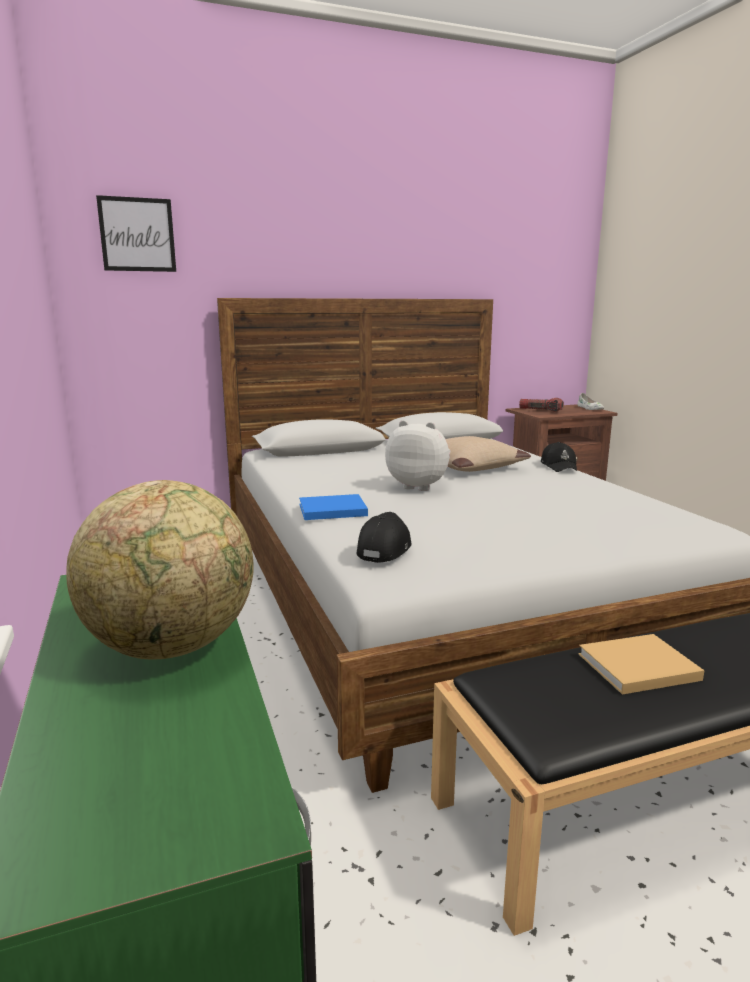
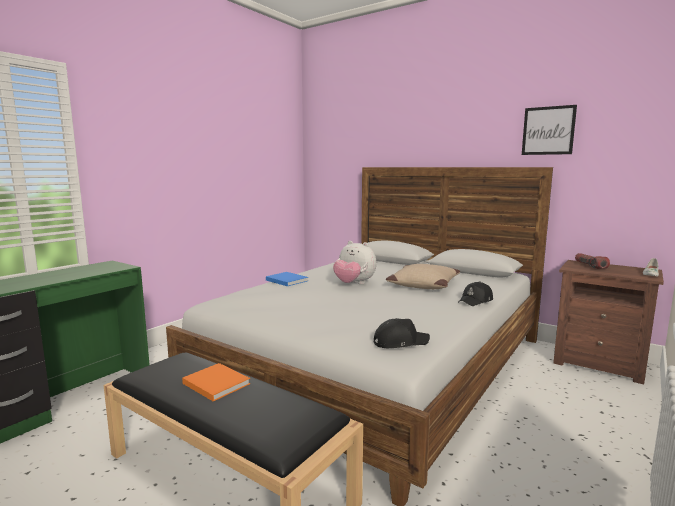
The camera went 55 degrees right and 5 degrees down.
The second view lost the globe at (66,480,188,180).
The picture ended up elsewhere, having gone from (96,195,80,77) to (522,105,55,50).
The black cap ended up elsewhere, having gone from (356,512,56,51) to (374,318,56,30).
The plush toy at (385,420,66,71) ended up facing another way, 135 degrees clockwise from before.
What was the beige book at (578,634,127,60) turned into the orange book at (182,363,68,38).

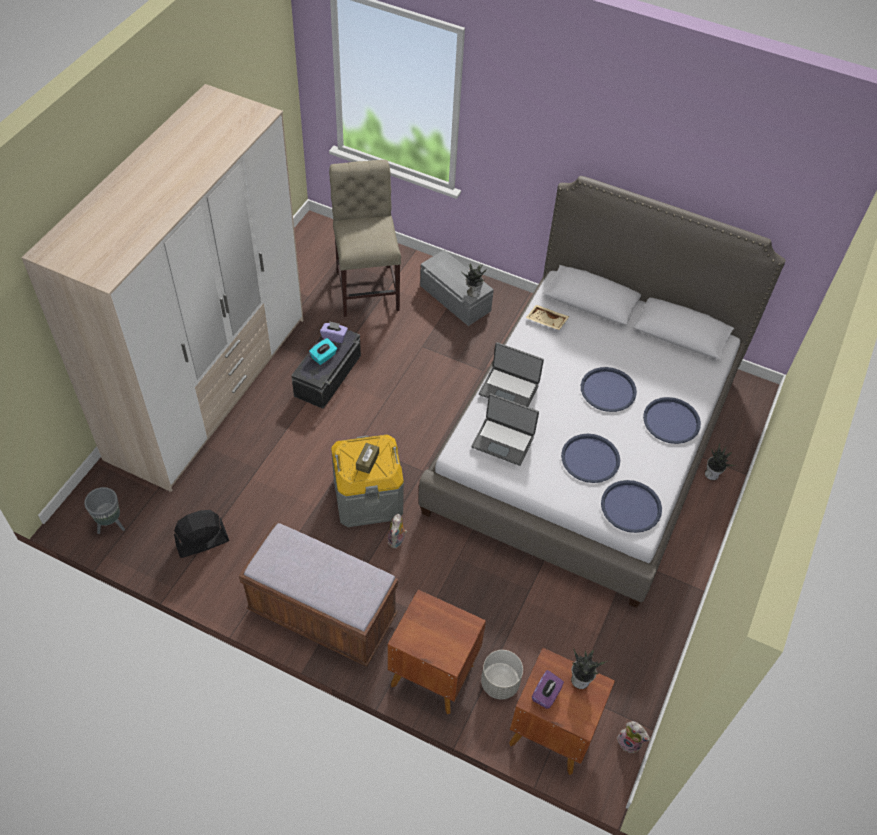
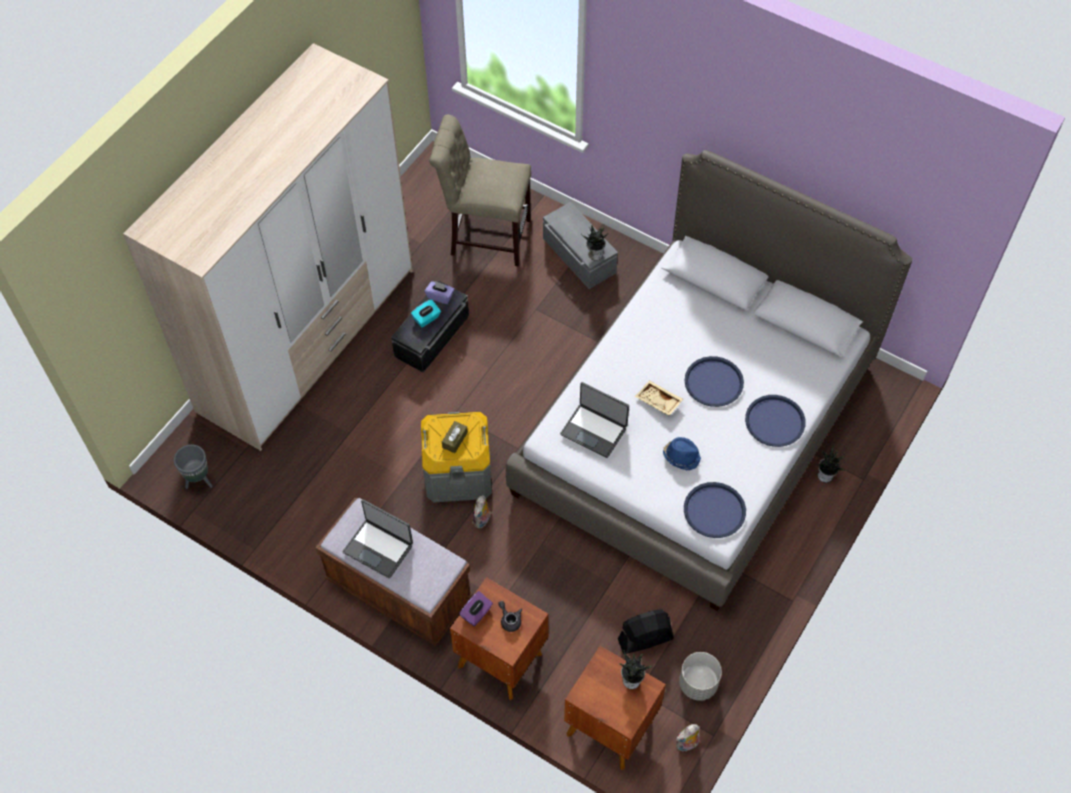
The camera went 10 degrees right and 5 degrees up.
The black fan ended up elsewhere, having gone from (174,510,55,48) to (618,609,56,45).
The beige chair at (329,160,72,157) ended up facing another way, 75 degrees counterclockwise from before.
The laptop ended up elsewhere, having gone from (479,342,65,65) to (343,499,70,79).
The grey planter ended up elsewhere, having gone from (481,650,42,50) to (679,652,43,49).
The beige tray ended up elsewhere, having gone from (526,305,43,25) to (635,381,48,35).
The purple tissue box ended up elsewhere, having gone from (532,670,32,39) to (459,591,34,35).
Where the blue tray stood at (561,434,59,49), the blue hat came to stand at (663,437,38,33).
The plush toy at (617,721,33,33) ended up facing another way, 105 degrees clockwise from before.
The second view gained the grey teapot at (498,601,24,31).

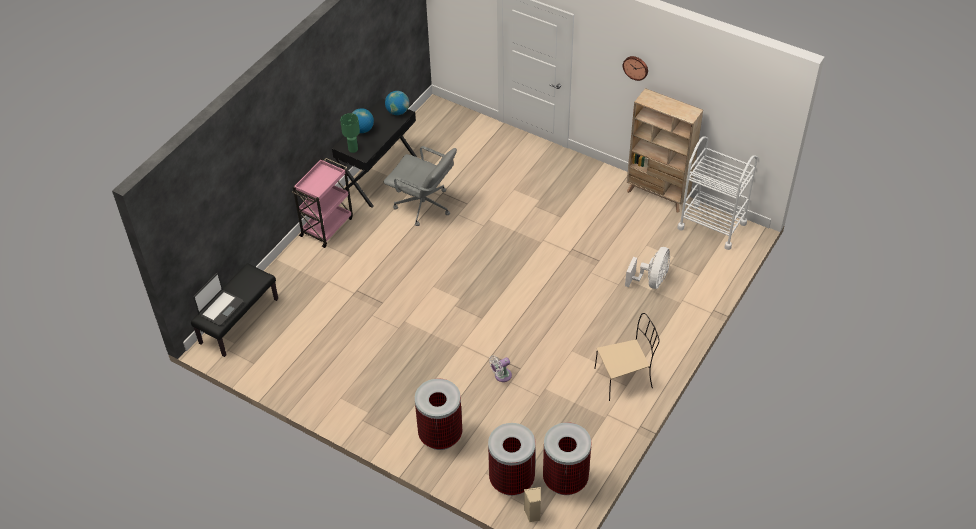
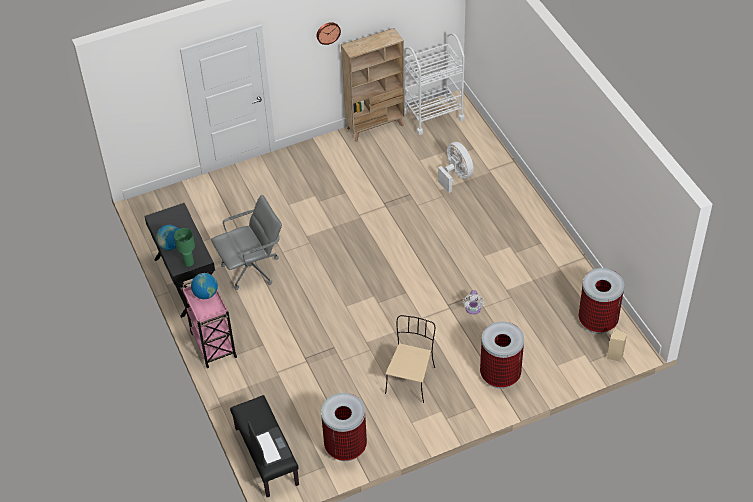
The camera went 55 degrees left and 0 degrees up.
The globe ended up elsewhere, having gone from (385,91,24,24) to (191,273,27,26).
The trash can ended up elsewhere, having gone from (488,423,48,73) to (321,393,46,68).
The beige chair ended up elsewhere, having gone from (594,313,66,88) to (385,315,50,88).

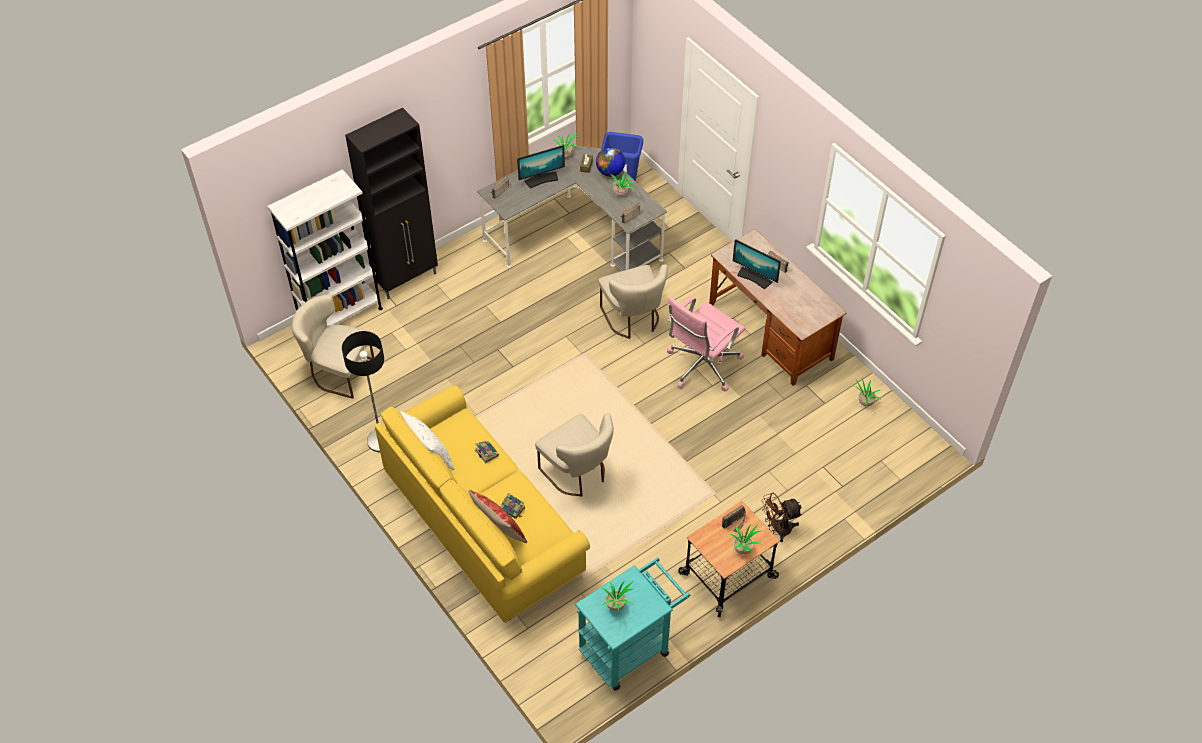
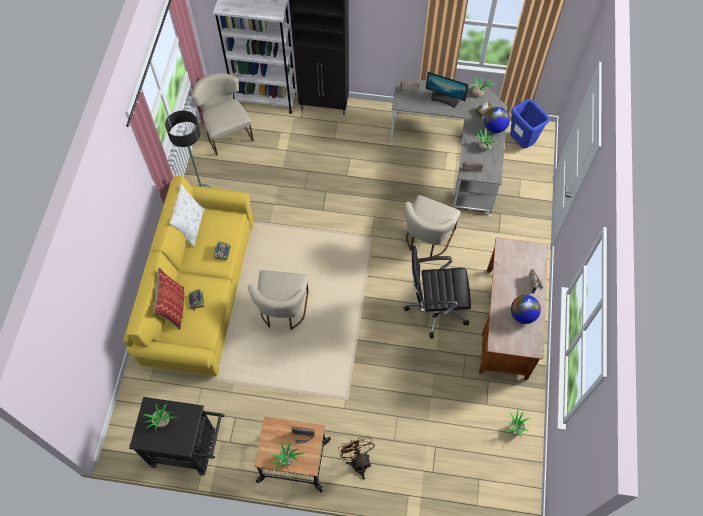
The camera went 45 degrees right and 10 degrees up.
What was the turquoise cart at (575,558,115,133) turned into the black cart at (129,397,95,79).
What was the pink office chair at (667,296,78,96) turned into the black office chair at (404,245,67,93).
The second view lost the monitor at (733,239,48,50).
The brown fan at (761,493,41,49) ended up facing another way, 45 degrees clockwise from before.
The second view gained the globe at (511,295,30,29).

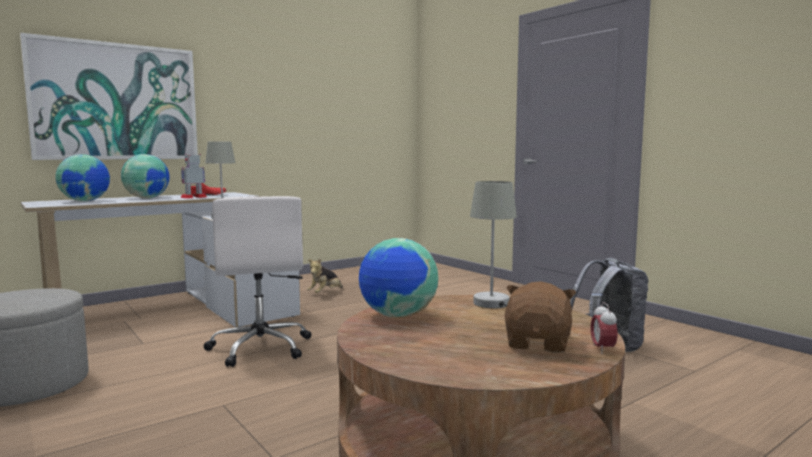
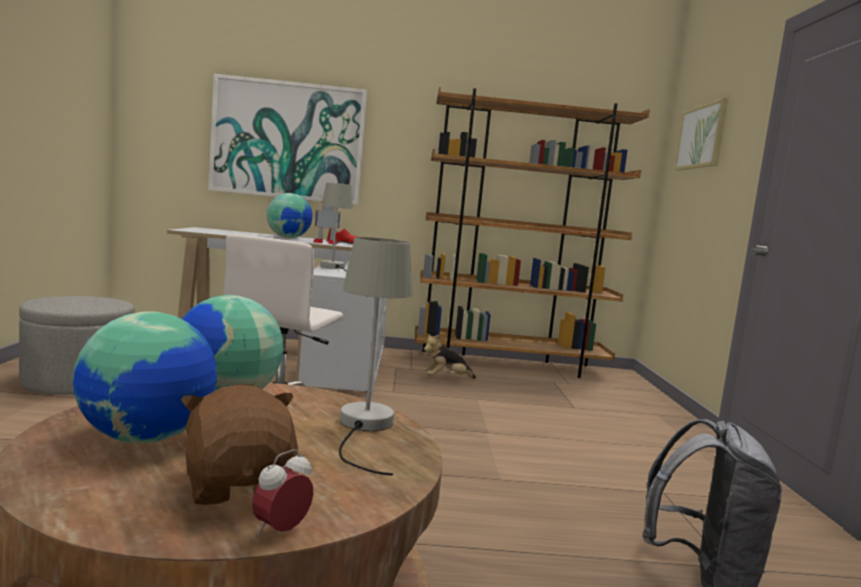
The camera went 35 degrees right and 0 degrees up.
The globe ended up elsewhere, having gone from (55,154,55,47) to (73,311,144,133).
The brown plush toy at (505,281,71,72) ended up facing another way, 75 degrees counterclockwise from before.
The second view gained the brown bookcase at (415,87,235,291).
The second view gained the picture at (674,98,54,73).

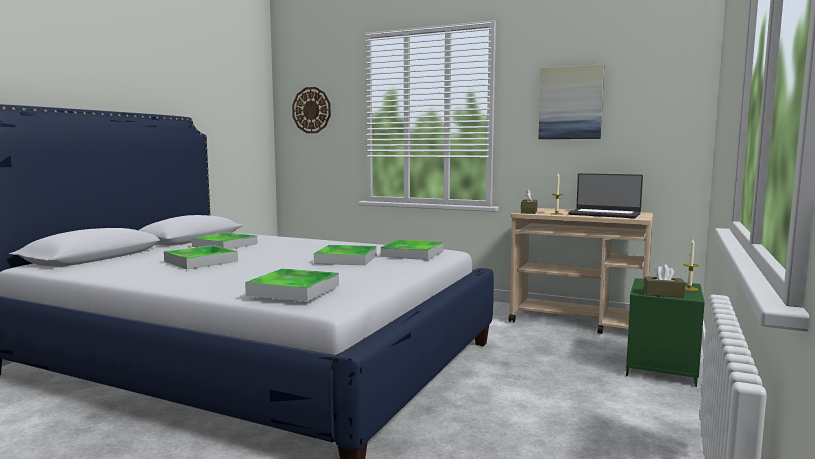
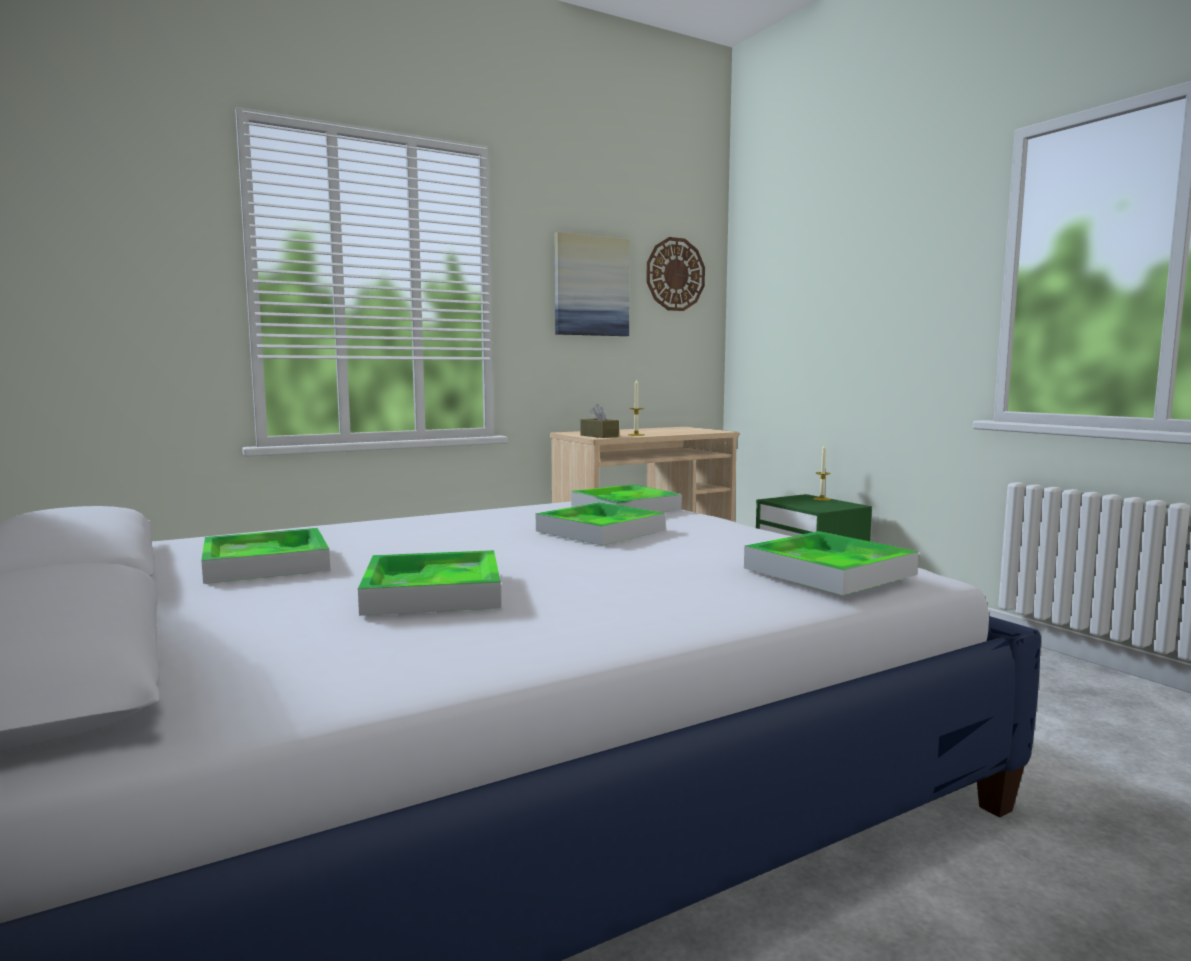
The camera went 55 degrees left and 0 degrees up.
The wall clock ended up elsewhere, having gone from (292,87,39,46) to (647,237,58,74).
The second view lost the laptop at (568,173,75,45).
The second view lost the brown tissue box at (644,265,41,33).

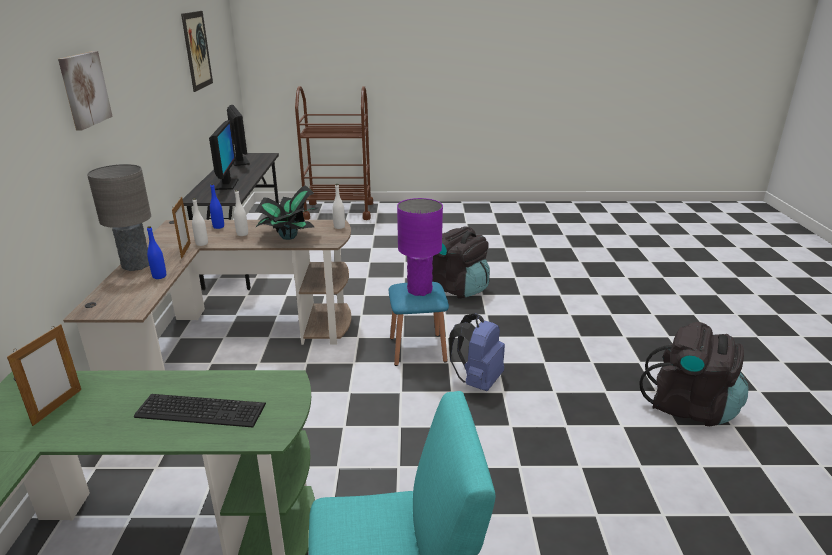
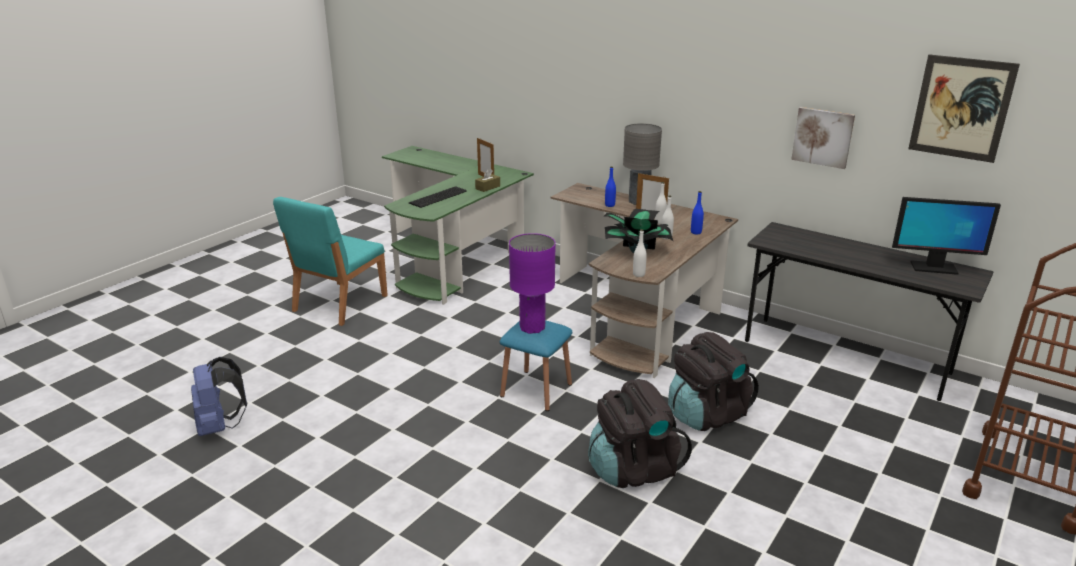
The camera went 125 degrees right and 0 degrees up.
The picture ended up elsewhere, having gone from (58,51,55,79) to (791,107,64,62).
The second view lost the monitor at (209,120,30,70).
The blue backpack ended up elsewhere, having gone from (449,313,56,78) to (191,357,56,79).
The black backpack ended up elsewhere, having gone from (639,322,110,104) to (668,332,91,99).
The second view gained the brown tissue box at (475,169,25,23).

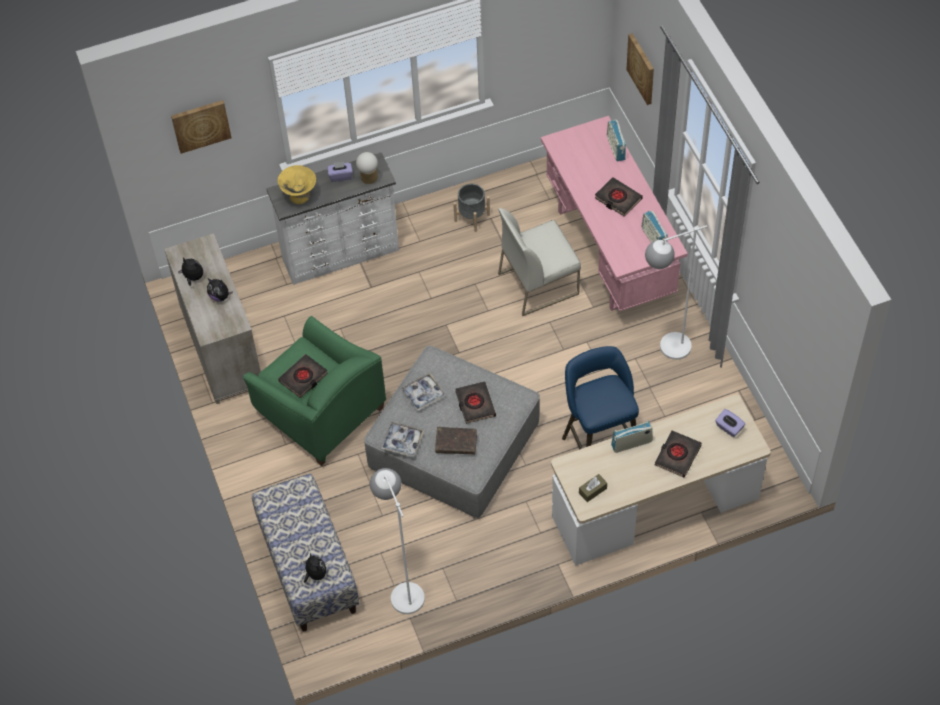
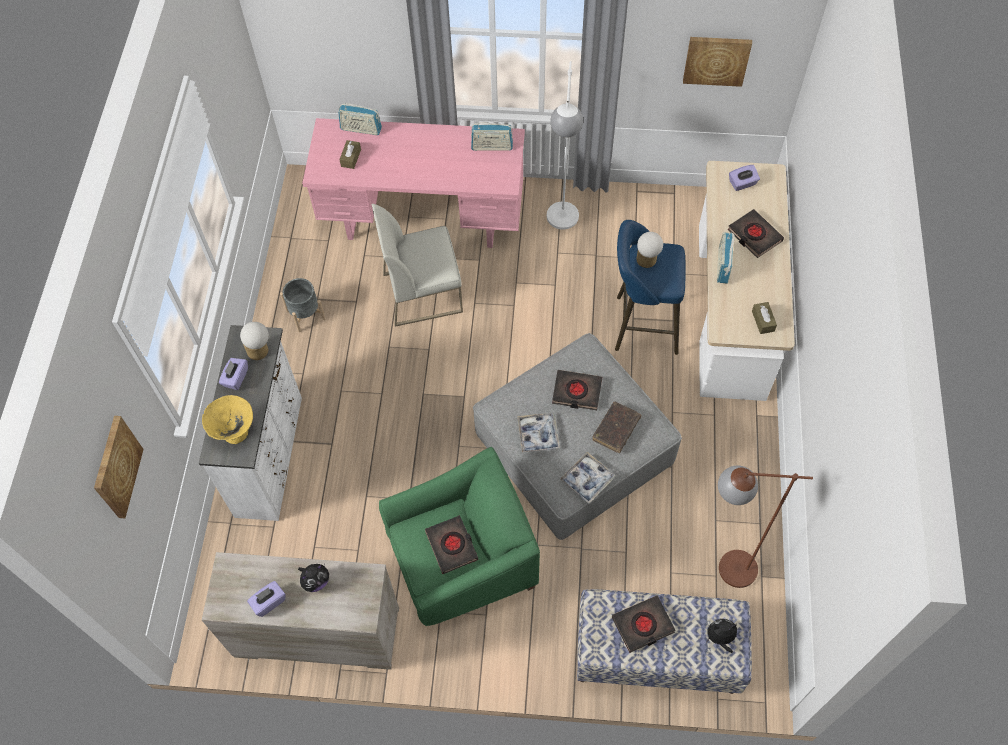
The camera went 65 degrees left and 5 degrees up.
Where the plush toy stood at (178,257,25,29), the purple tissue box came to stand at (247,581,38,36).
What was the white floor lamp at (370,468,55,146) turned into the brown floor lamp at (718,465,95,123).
The white chair at (498,208,83,108) ended up facing another way, 75 degrees clockwise from before.
The black book ended up elsewhere, having gone from (595,177,48,40) to (612,595,64,58).
The picture ended up elsewhere, having gone from (627,33,27,72) to (683,37,69,50).
The second view gained the brown tissue box at (339,140,22,29).
The second view gained the table lamp at (636,232,27,36).

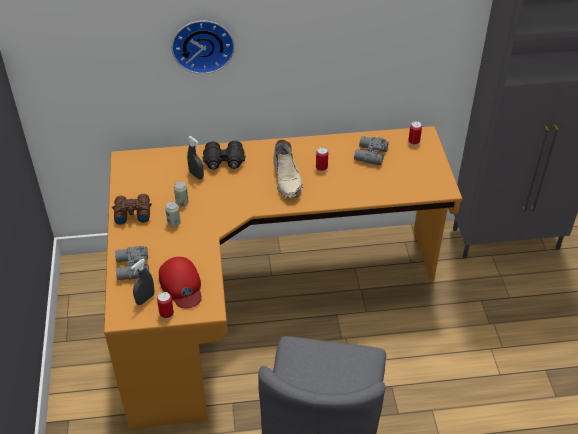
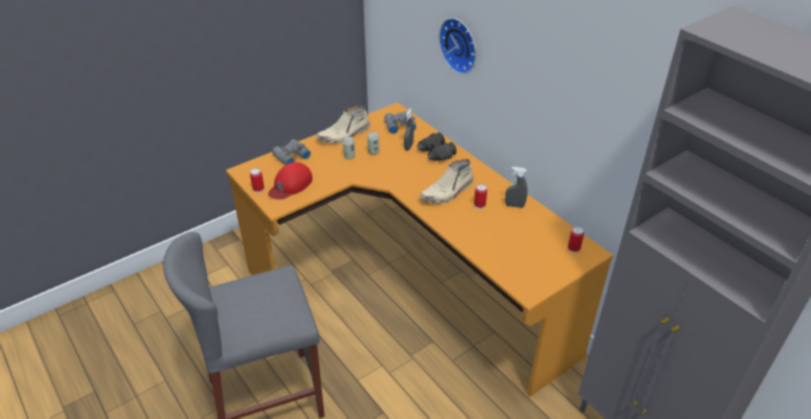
The camera went 60 degrees right and 5 degrees down.
Where the brown binoculars stood at (112,194,40,31), the beige boot came to stand at (316,106,54,38).
The grey spray bottle ended up elsewhere, having gone from (131,259,23,46) to (505,167,23,41).
The grey binoculars ended up elsewhere, having gone from (354,136,35,29) to (384,111,32,23).

